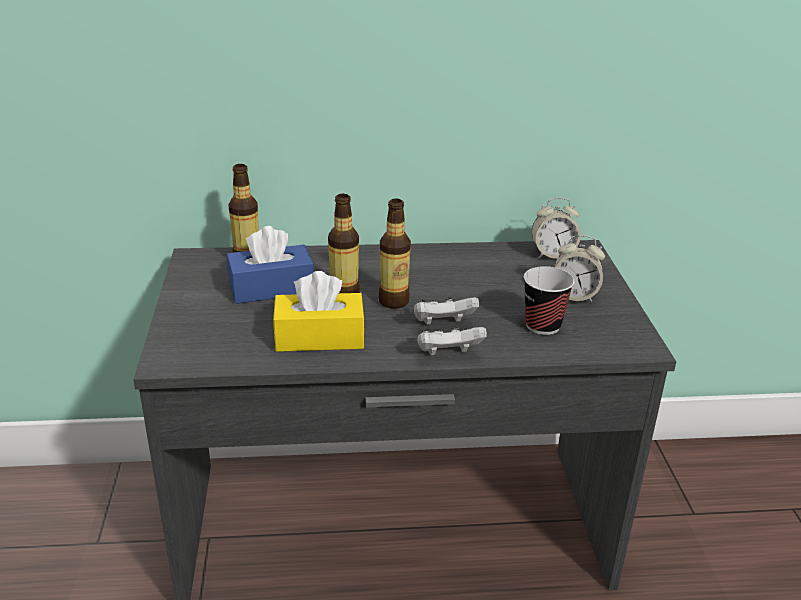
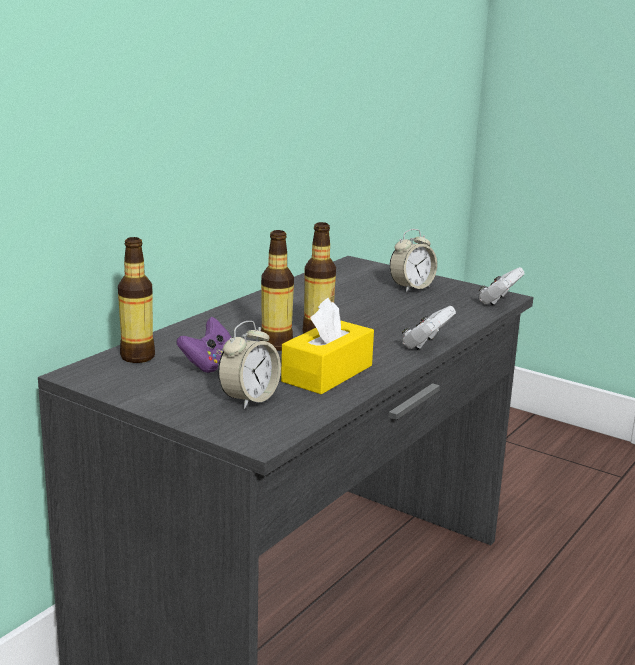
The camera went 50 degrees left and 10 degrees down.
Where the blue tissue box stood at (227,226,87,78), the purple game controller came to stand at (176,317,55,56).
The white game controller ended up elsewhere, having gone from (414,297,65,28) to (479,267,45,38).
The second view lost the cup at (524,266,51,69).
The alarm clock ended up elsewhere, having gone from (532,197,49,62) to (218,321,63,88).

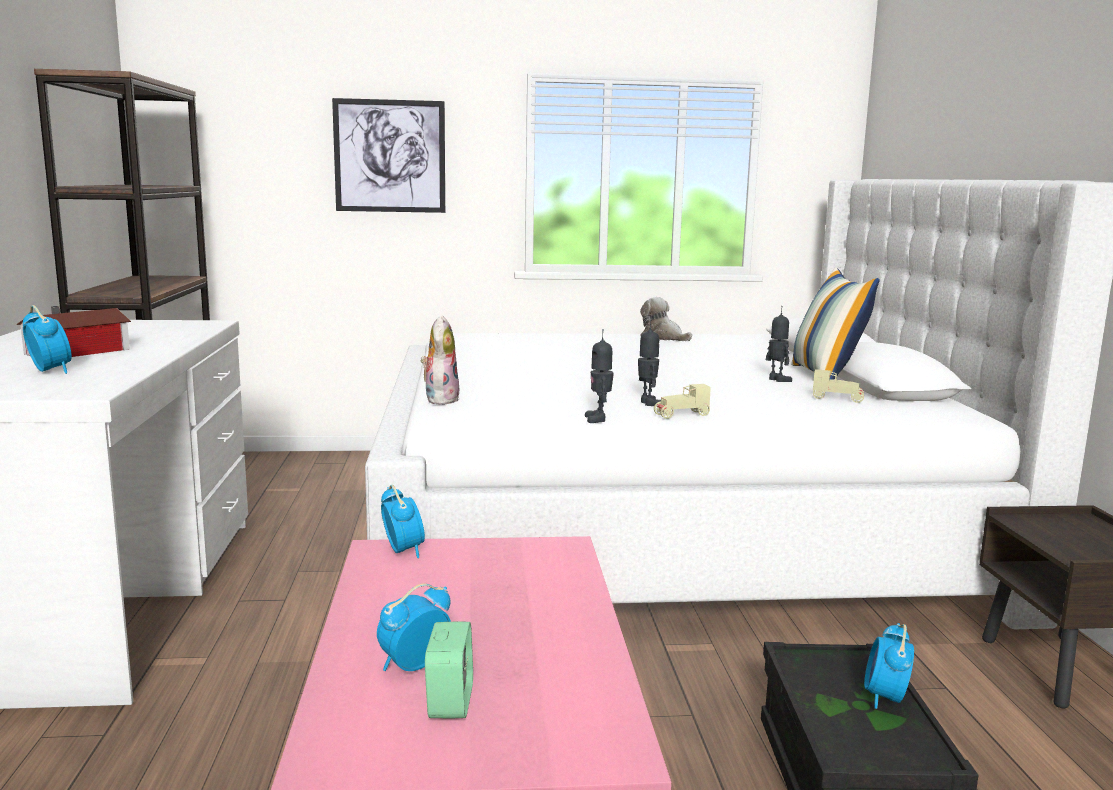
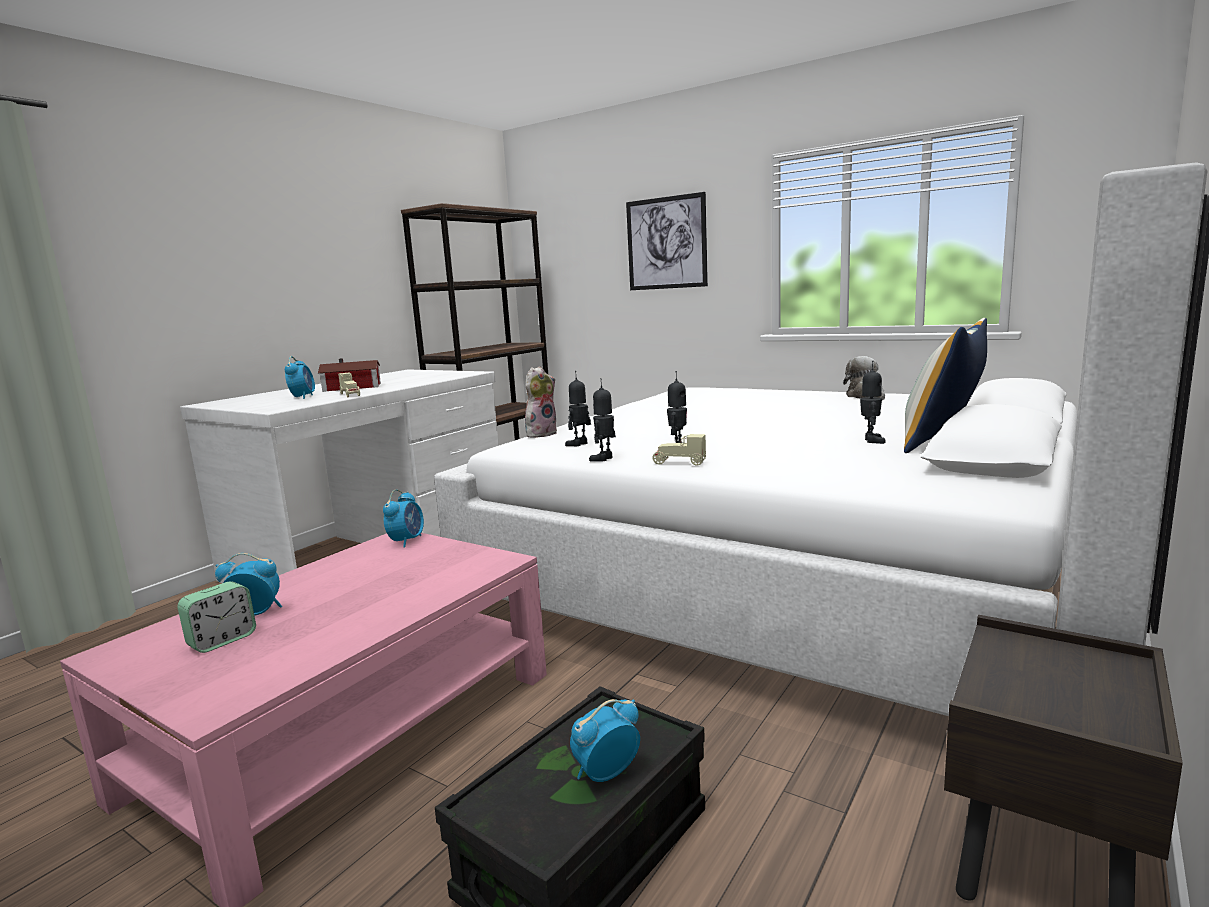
The camera went 40 degrees right and 0 degrees up.
The beige toy car ended up elsewhere, having gone from (813,369,51,34) to (338,373,22,24).
The second view gained the toy robot at (565,371,26,75).

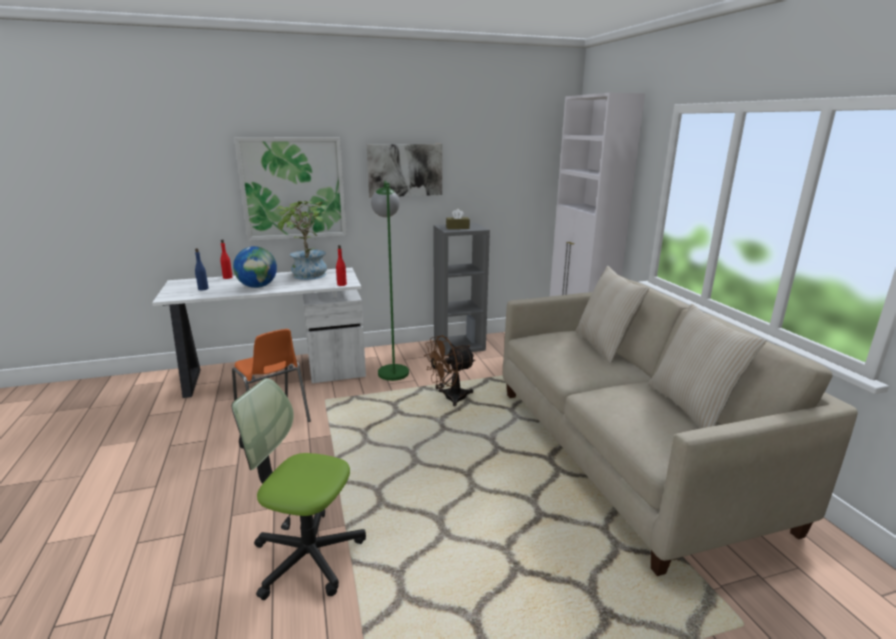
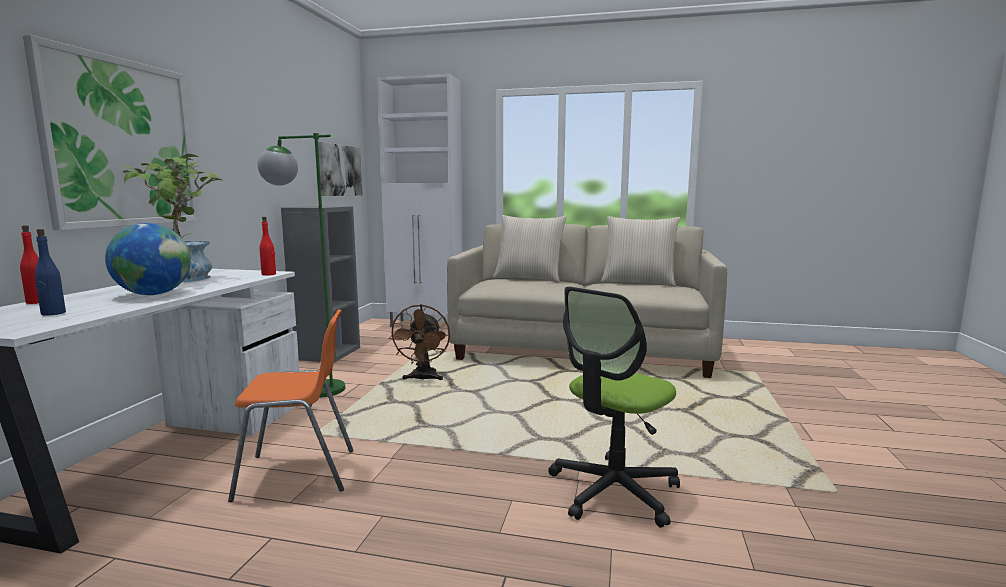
The camera went 60 degrees left and 10 degrees down.
The picture ended up elsewhere, having gone from (367,144,75,53) to (318,142,44,54).
The second view lost the brown tissue box at (446,209,24,20).

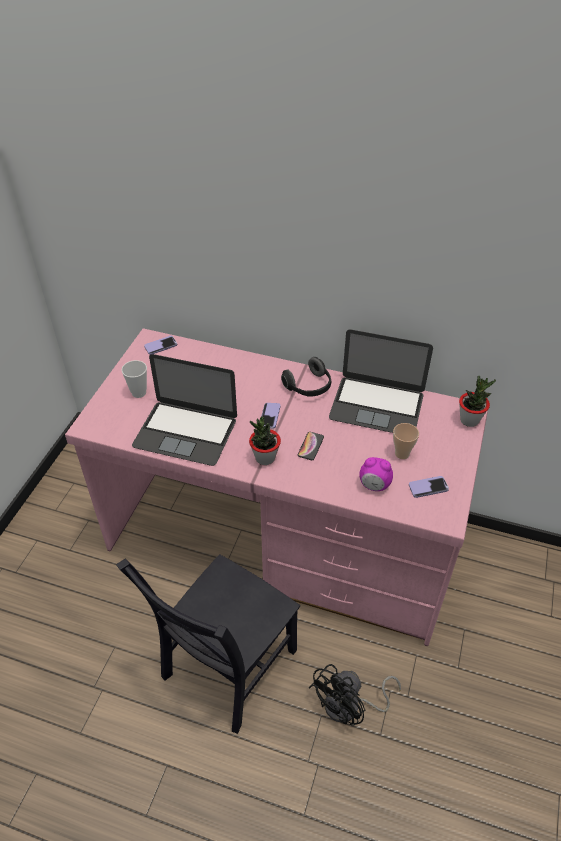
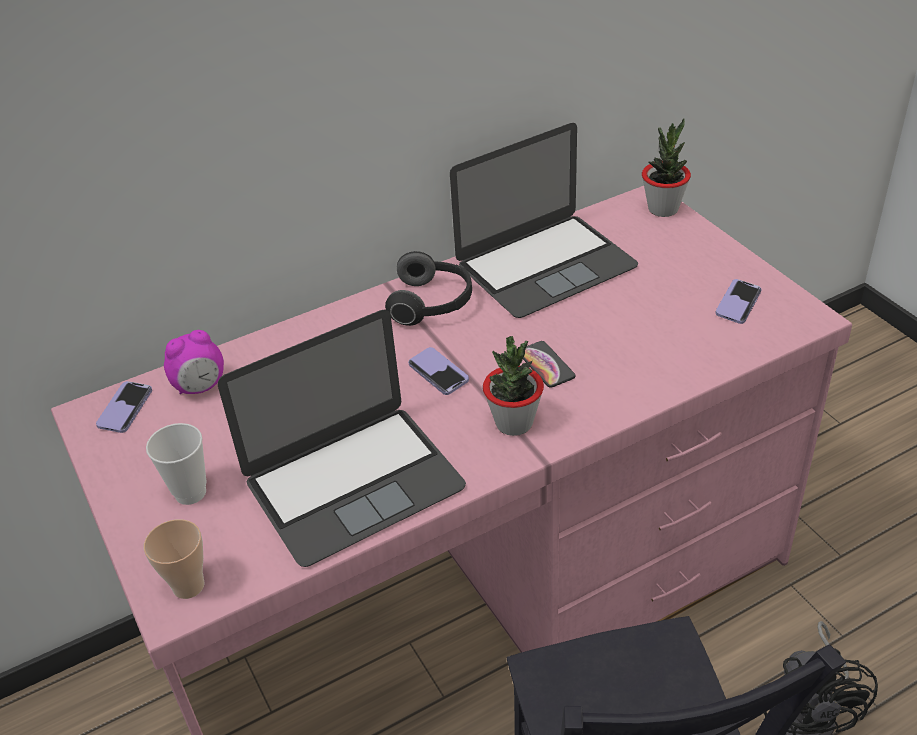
The camera went 45 degrees left and 5 degrees down.
The alarm clock ended up elsewhere, having gone from (359,457,34,34) to (164,330,60,64).
The cup ended up elsewhere, having gone from (393,423,26,36) to (144,519,60,80).

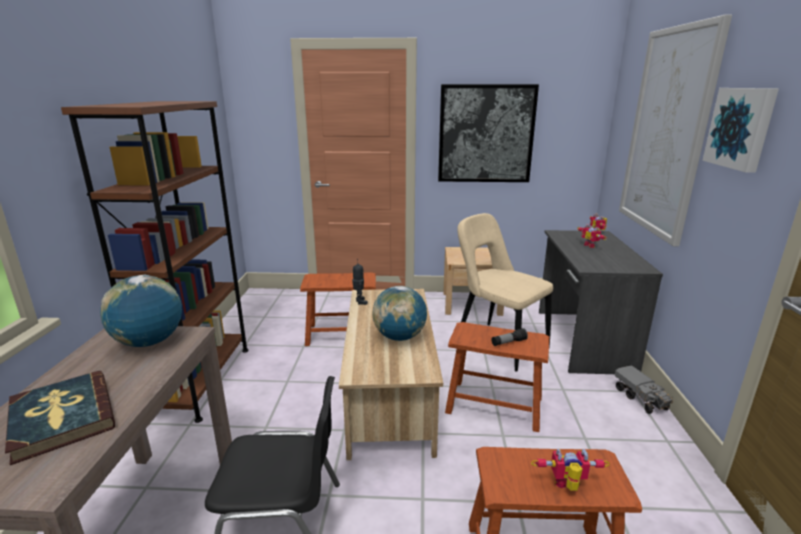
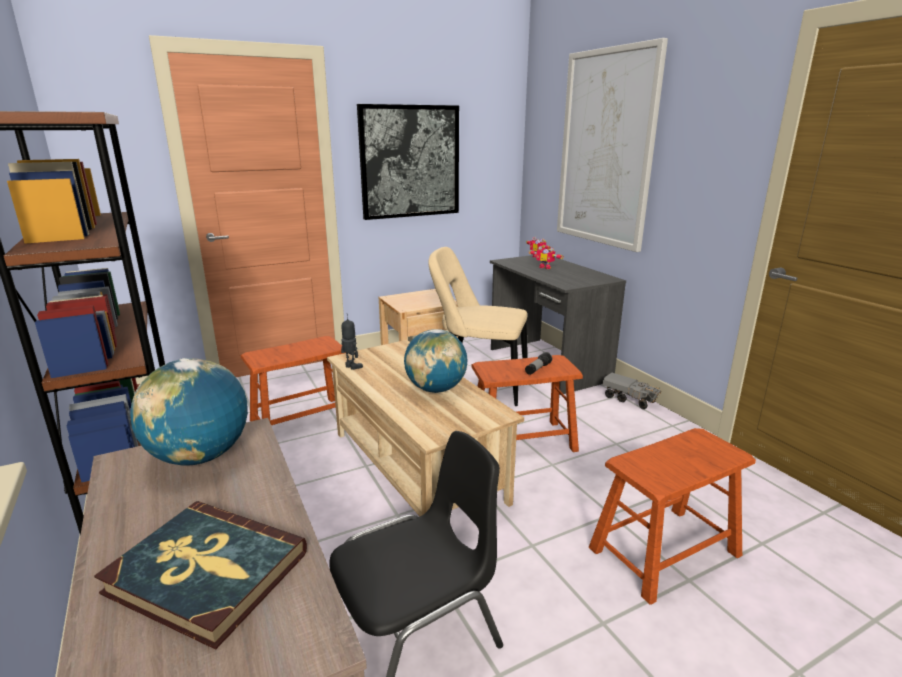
The camera went 30 degrees left and 0 degrees up.
The second view lost the toy robot at (531,449,79,42).
The second view lost the picture at (702,88,77,85).

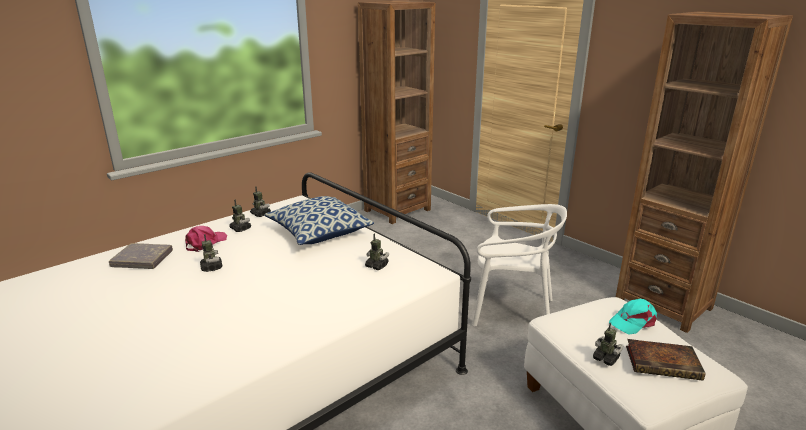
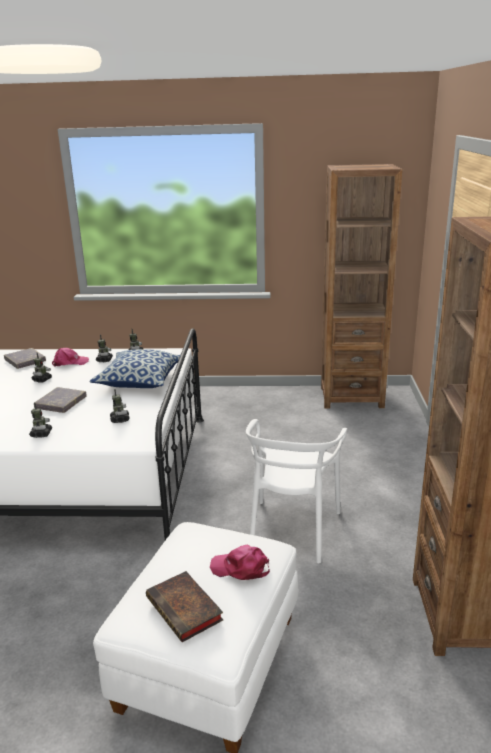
The camera went 45 degrees right and 0 degrees up.
The white chair at (472,204,95,122) ended up facing another way, 45 degrees clockwise from before.
The toy robot ended up elsewhere, having gone from (593,322,31,44) to (29,403,23,35).
What was the turquoise cap at (609,299,48,36) turned into the pink cap at (210,545,60,35).
The second view gained the grey book at (34,387,53,26).

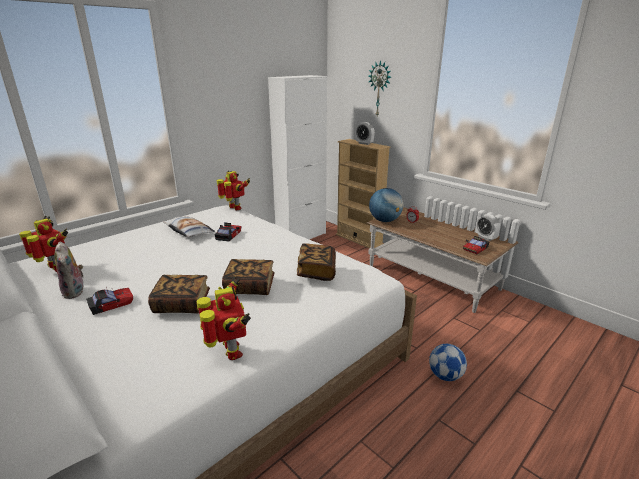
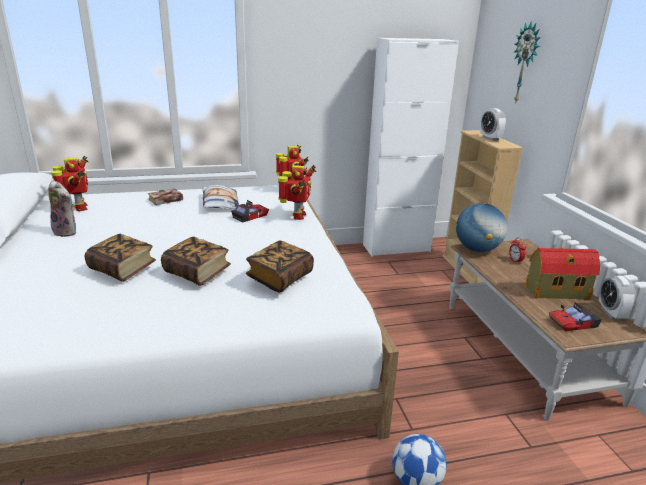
The camera went 30 degrees right and 0 degrees up.
The plush toy at (55,242,31,57) ended up facing another way, 60 degrees counterclockwise from before.
The second view lost the toy car at (86,287,47,28).
The toy robot ended up elsewhere, having gone from (197,276,54,84) to (278,165,38,55).
The second view gained the book at (148,188,35,17).
The second view gained the toy house at (525,247,75,52).

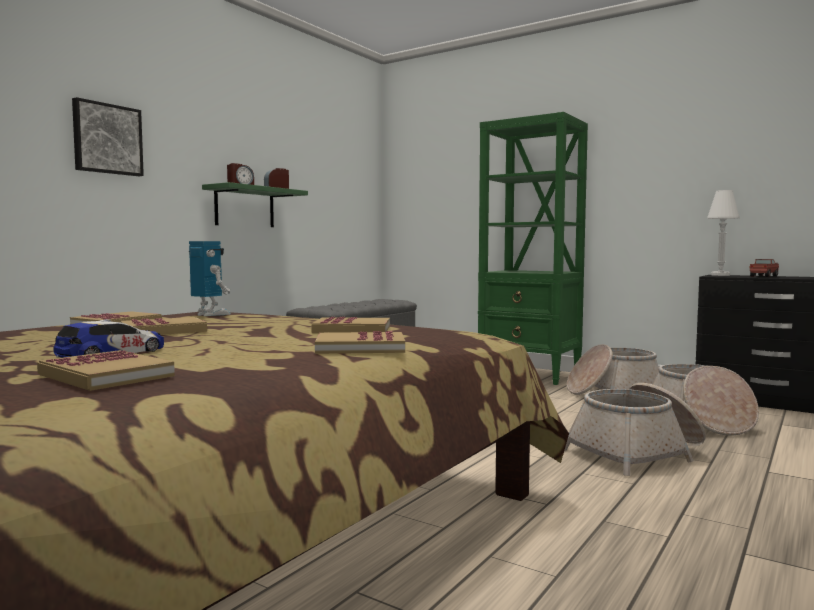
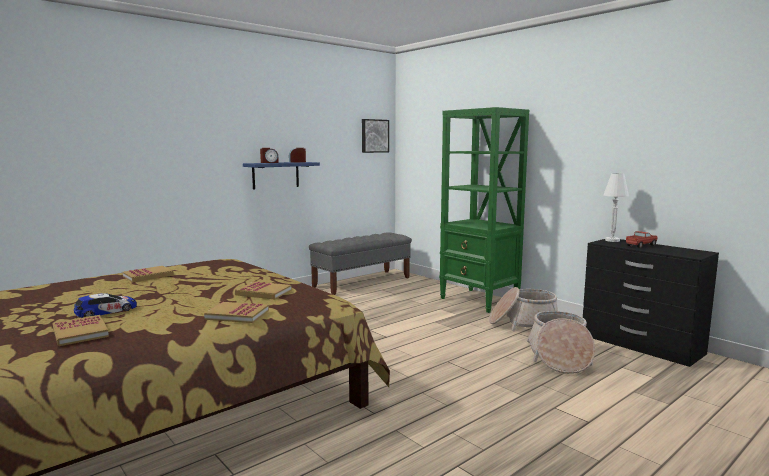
The camera went 15 degrees right and 5 degrees up.
The picture ended up elsewhere, having gone from (72,97,72,79) to (362,119,27,34).
The second view lost the book at (120,317,87,18).
The second view lost the toy robot at (189,241,42,75).
What was the green shelf at (202,182,106,45) turned into the blue shelf at (243,162,77,28).
The second view lost the basket at (565,383,141,93).

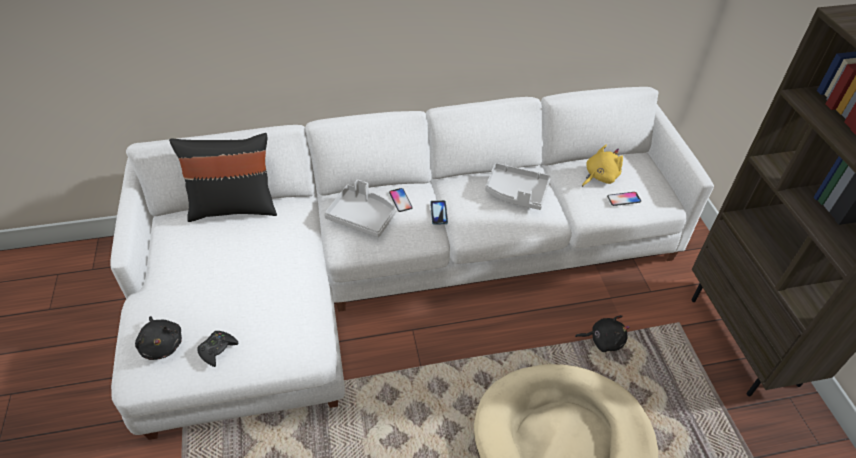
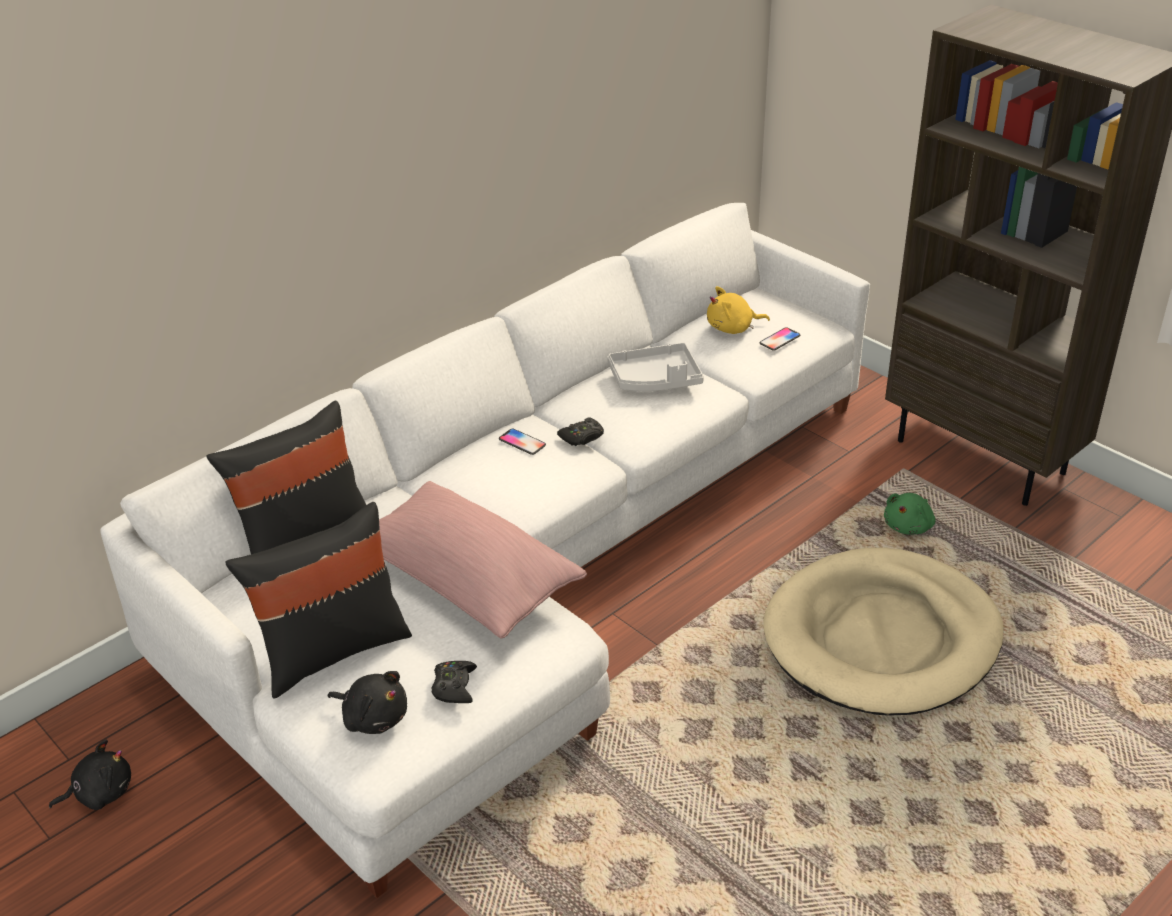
The camera went 30 degrees left and 10 degrees down.
The second view lost the grey tray at (324,179,72,58).
Where the phone stood at (430,200,18,25), the black game controller came to stand at (557,417,47,29).
The black plush toy ended up elsewhere, having gone from (575,315,55,37) to (49,739,82,71).
The yellow plush toy at (582,145,41,42) ended up facing another way, 120 degrees counterclockwise from before.
The second view gained the black pillow at (225,502,187,197).
The second view gained the pink pillow at (379,481,208,157).
The second view gained the green plush toy at (884,493,51,42).

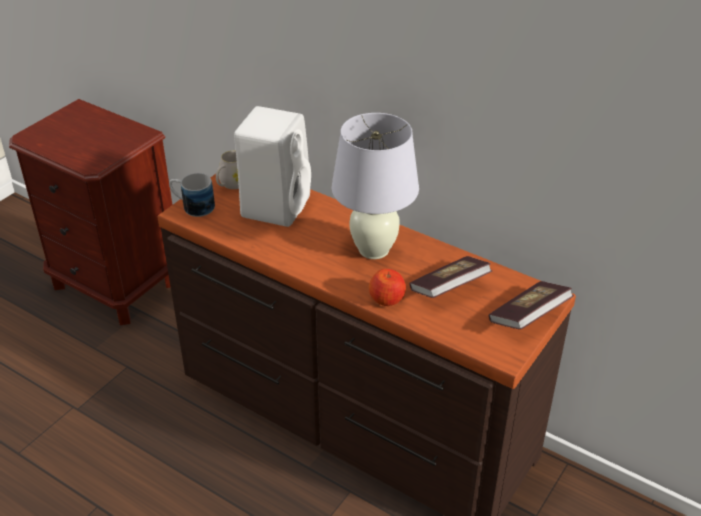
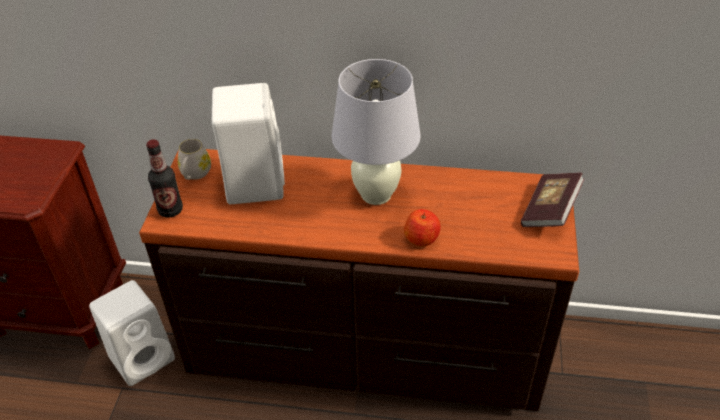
The camera went 25 degrees left and 5 degrees up.
Where the mug stood at (169,173,46,44), the bottle came to stand at (146,139,37,79).
The second view lost the book at (409,256,83,42).
The second view gained the white speaker at (89,280,86,106).

